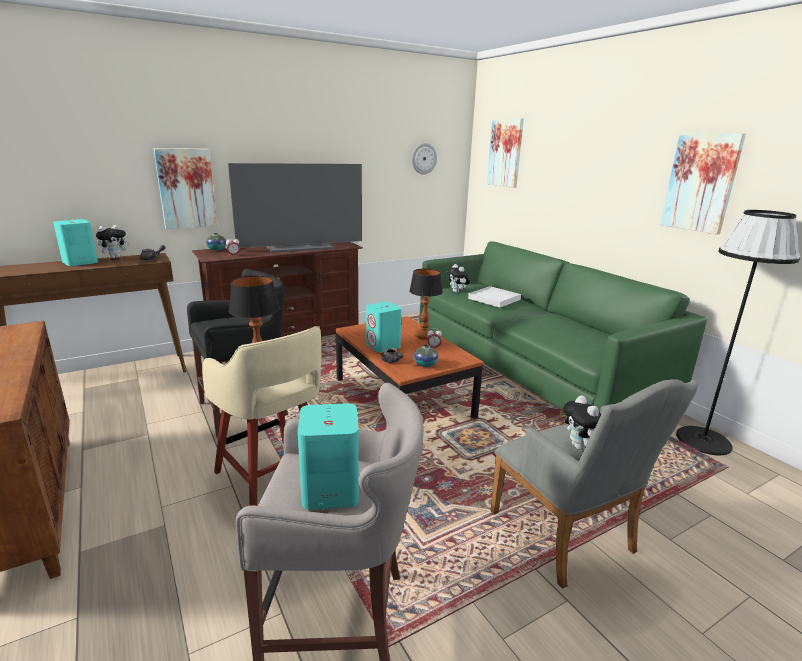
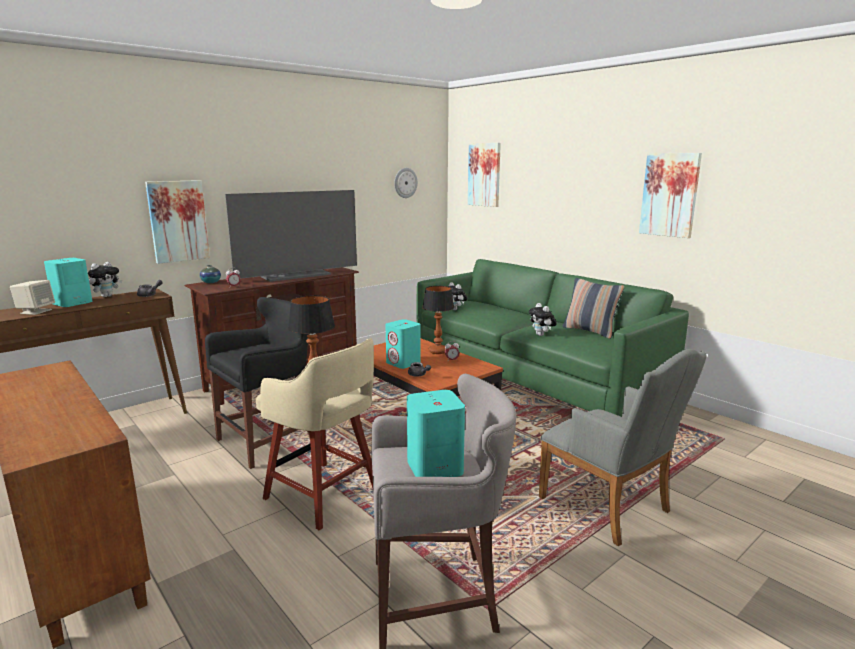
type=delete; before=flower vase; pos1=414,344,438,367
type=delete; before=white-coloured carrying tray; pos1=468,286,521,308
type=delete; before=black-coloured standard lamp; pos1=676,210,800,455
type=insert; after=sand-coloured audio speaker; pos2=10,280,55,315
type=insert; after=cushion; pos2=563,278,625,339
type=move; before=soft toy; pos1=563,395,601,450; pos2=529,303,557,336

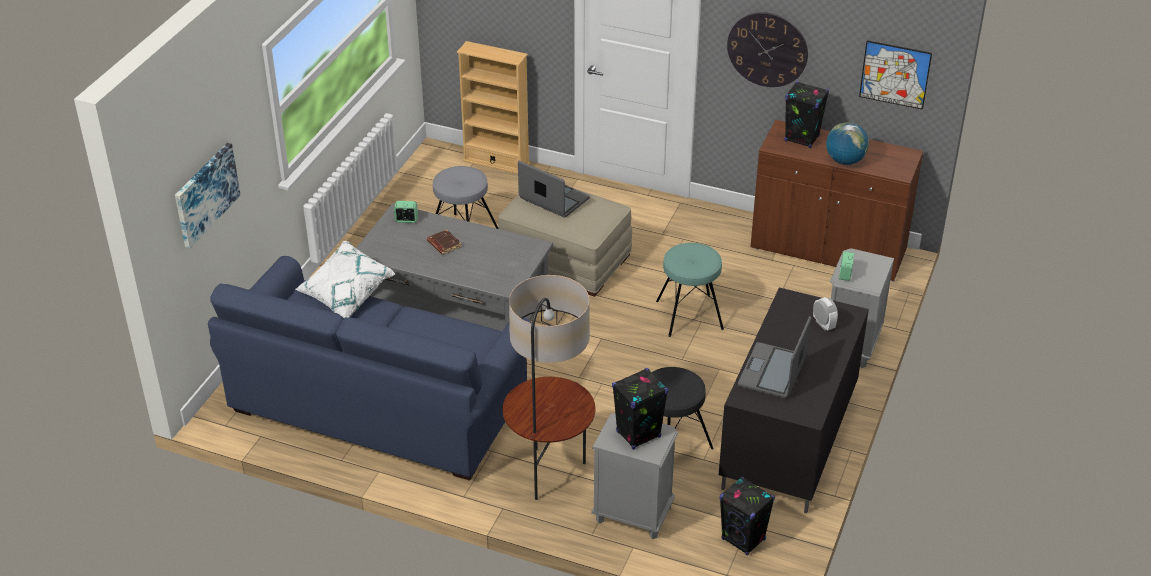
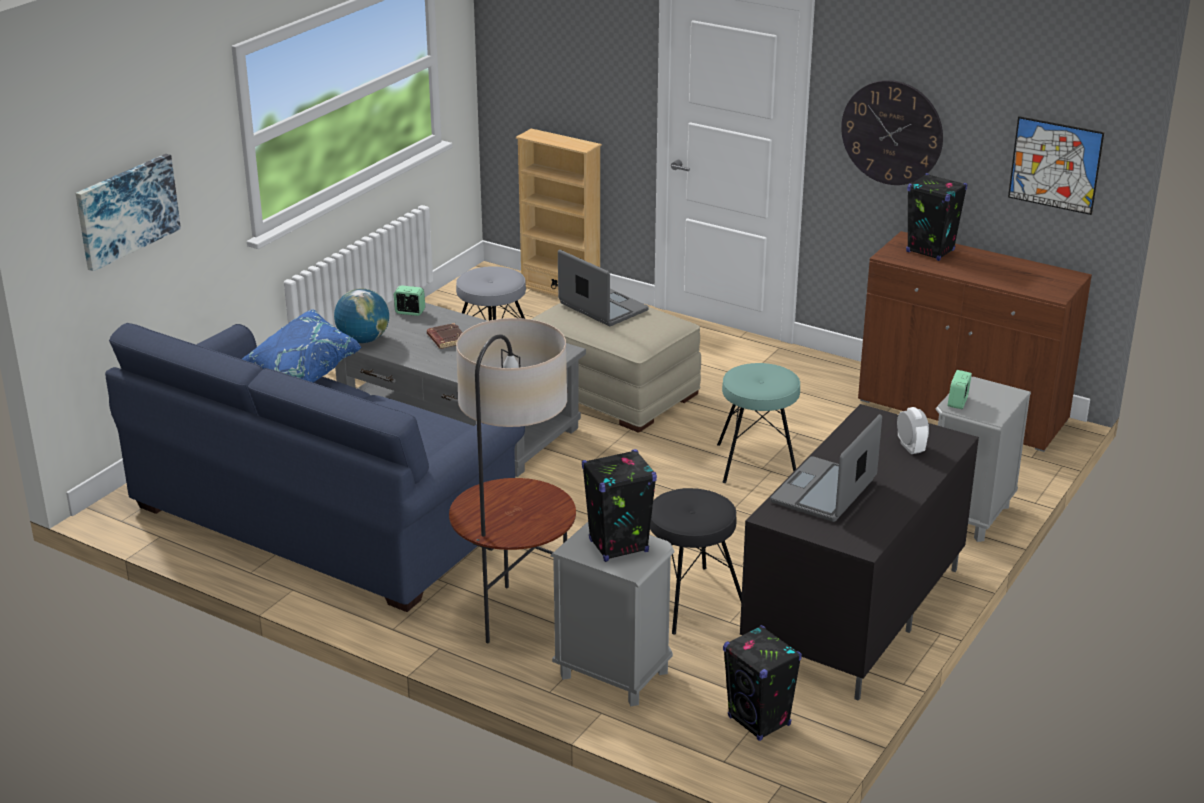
type=move; before=globe; pos1=826,122,869,165; pos2=334,288,389,343
type=recolor; before=white-coloured cushion; after=blue cushion; pos1=296,241,395,318; pos2=242,309,362,383

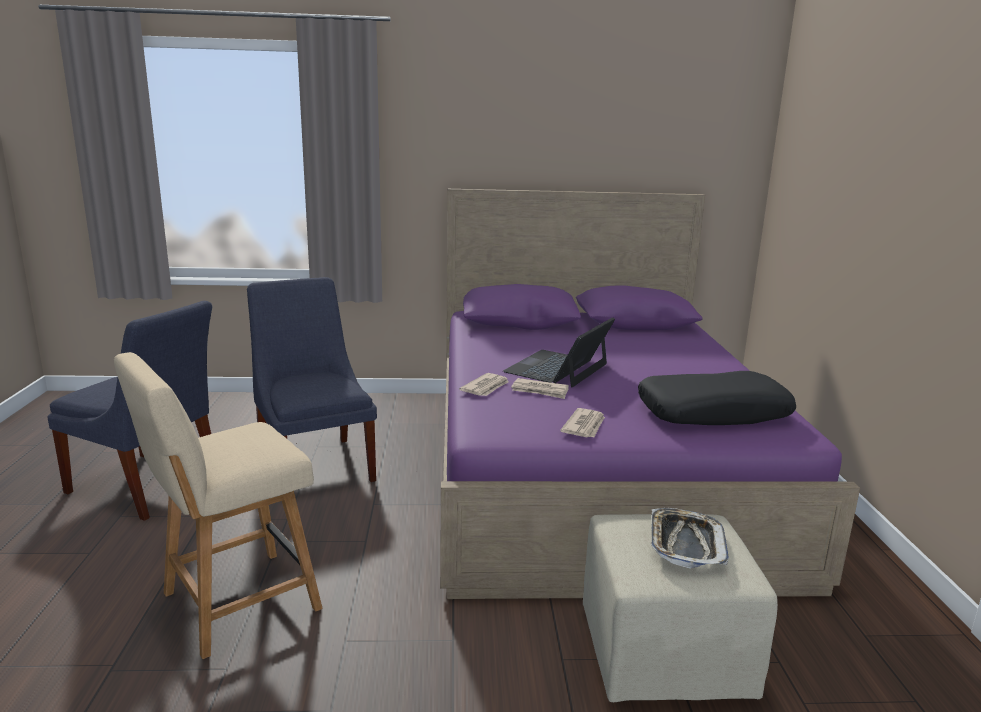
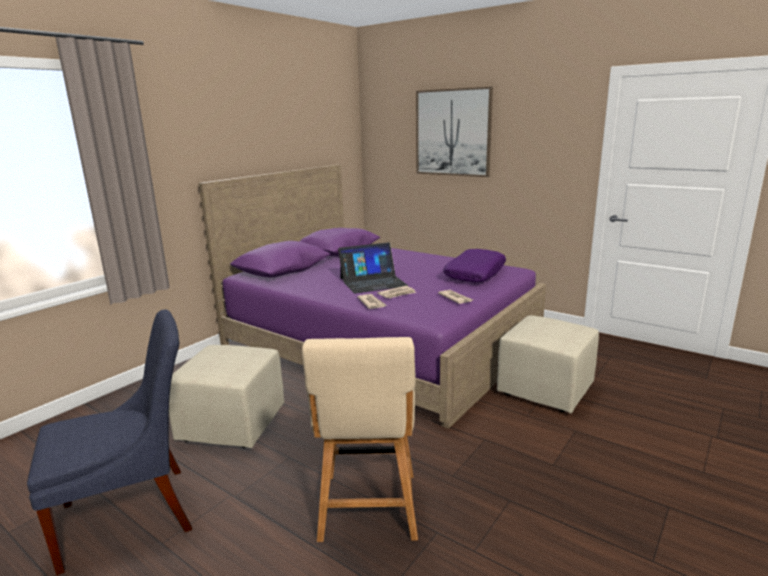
type=delete; before=carrying tray; pos1=651,508,729,569
type=insert; after=picture; pos2=416,87,493,177
type=replace; before=blue chair; after=sand-coloured footrest; pos1=247,277,377,482; pos2=169,345,284,448
type=recolor; before=black-coloured cushion; after=purple-coloured cushion; pos1=638,371,796,425; pos2=443,249,506,282
type=rotate; before=laptop; pos1=503,317,615,387; pos2=338,242,408,293; turn=-90

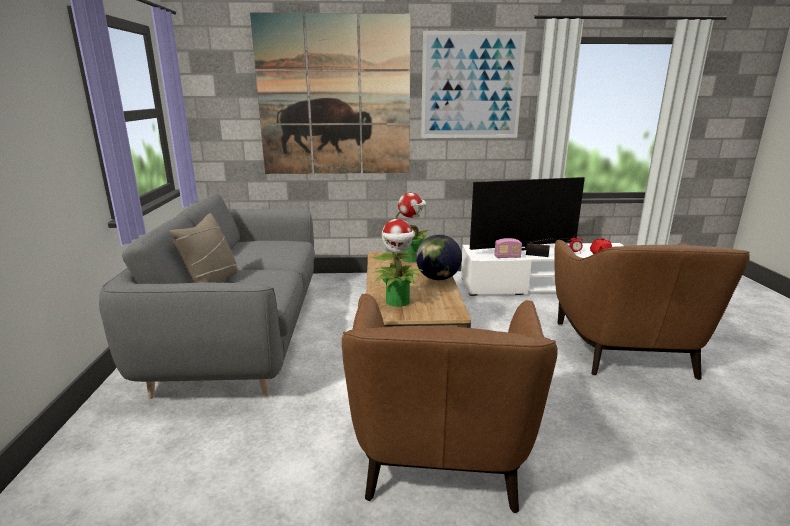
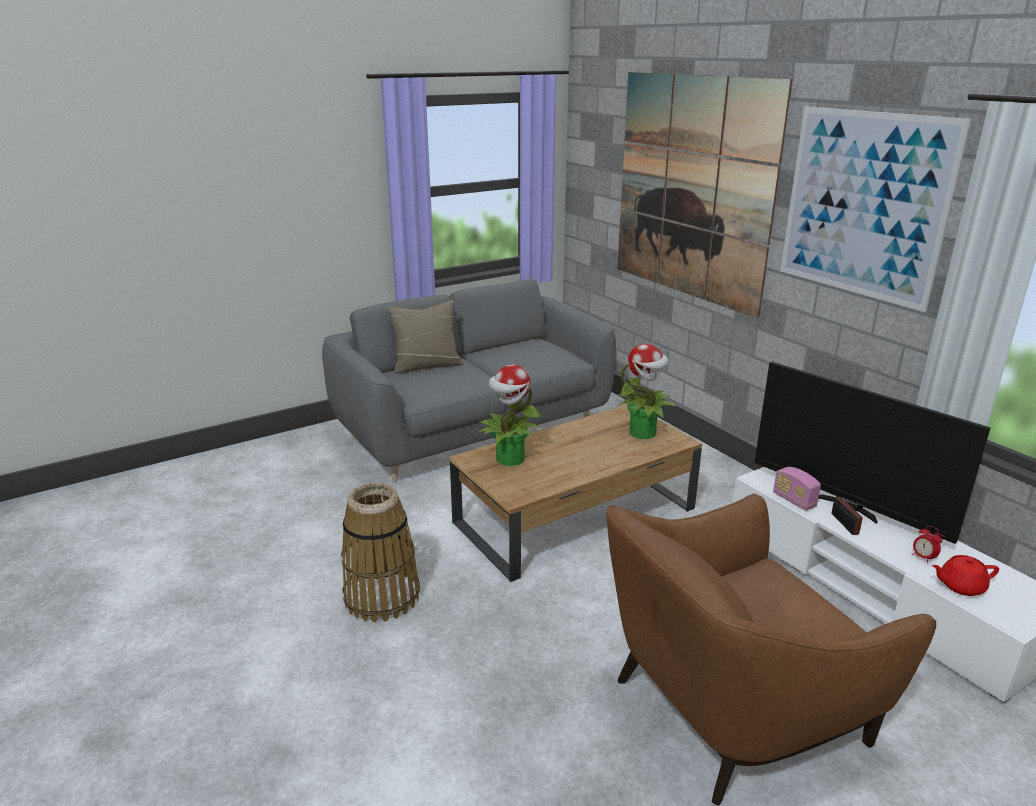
type=delete; before=globe; pos1=416,234,462,280
type=replace; before=brown lounge chair; after=household basket; pos1=342,294,558,513; pos2=341,483,420,622

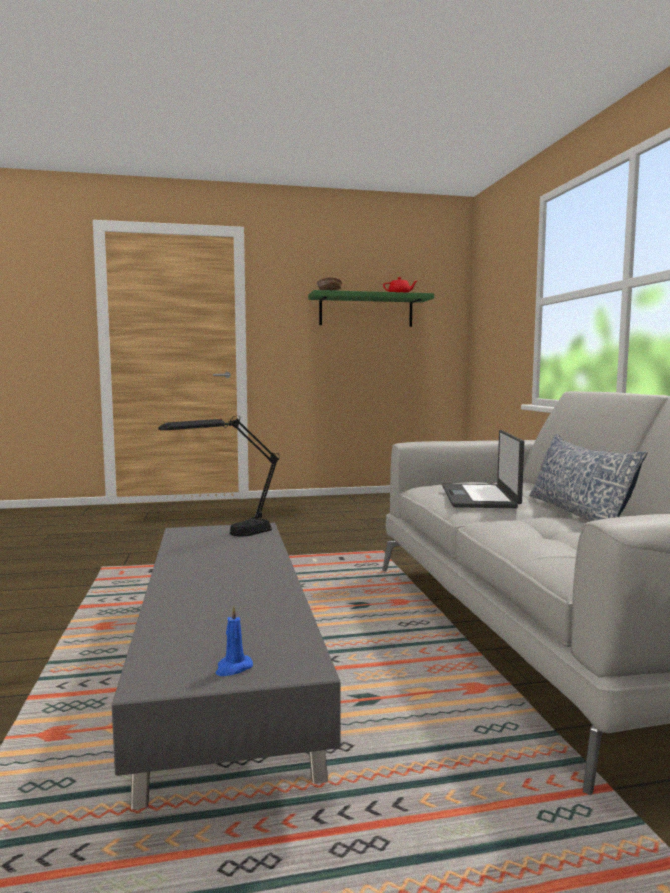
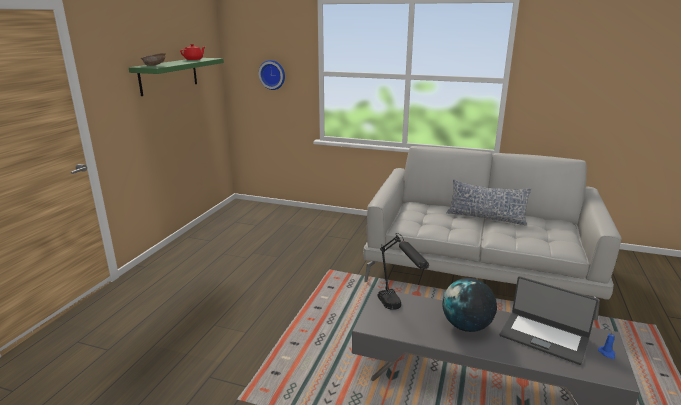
type=insert; after=hanging clock; pos2=259,60,285,90
type=insert; after=globe; pos2=443,278,497,332
type=move; before=laptop; pos1=442,430,524,508; pos2=500,276,598,365

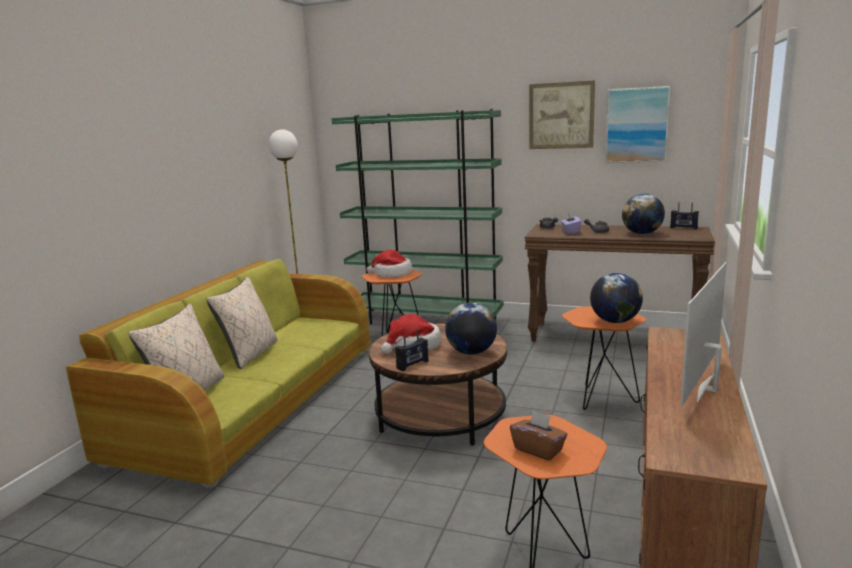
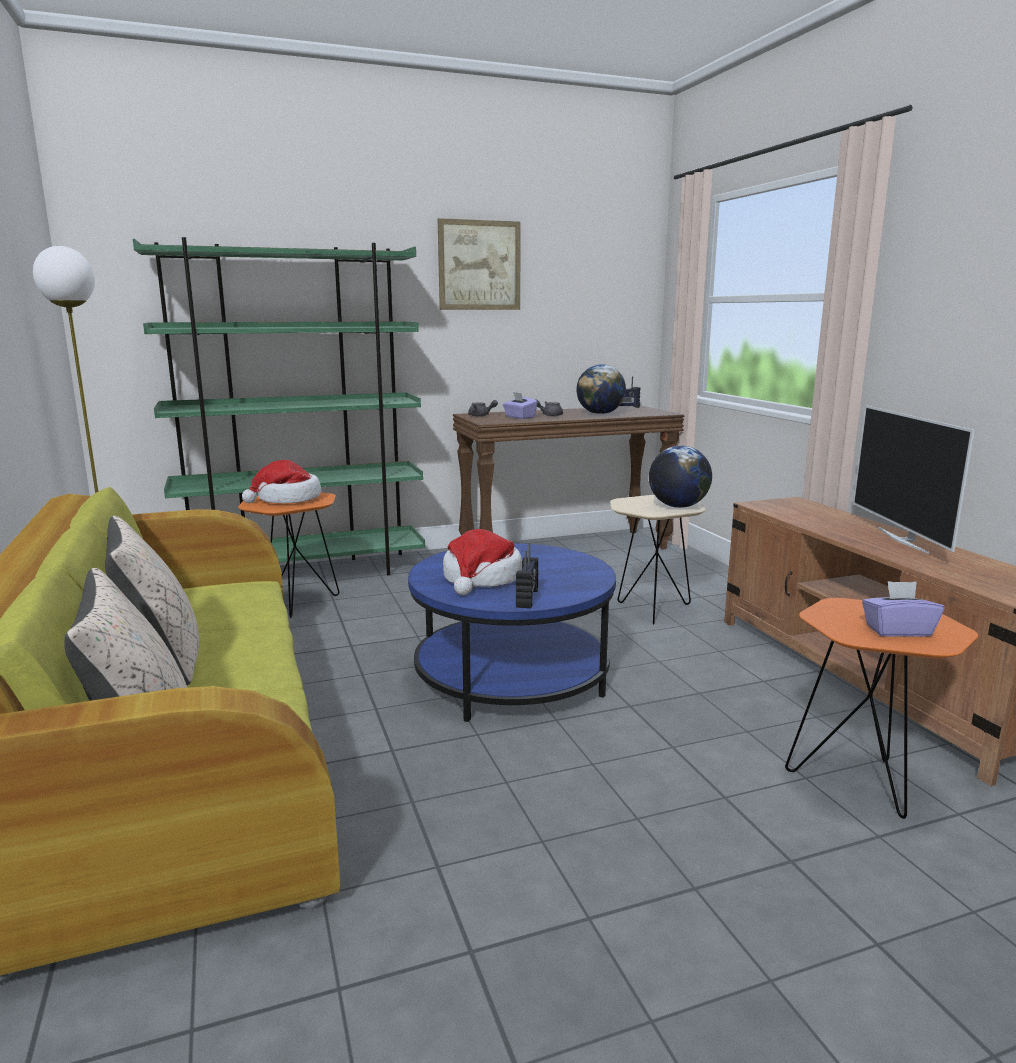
type=delete; before=globe; pos1=445,303,497,355
type=delete; before=picture; pos1=605,86,670,163
type=recolor; before=brown coffee table; after=blue coffee table; pos1=369,323,507,446; pos2=408,543,616,722
type=recolor; before=brown tissue holder; after=purple-coloured tissue holder; pos1=510,410,567,461; pos2=862,581,944,637
type=recolor; before=orange-coloured accent table; after=sand-coloured accent table; pos1=562,306,646,410; pos2=610,495,706,625

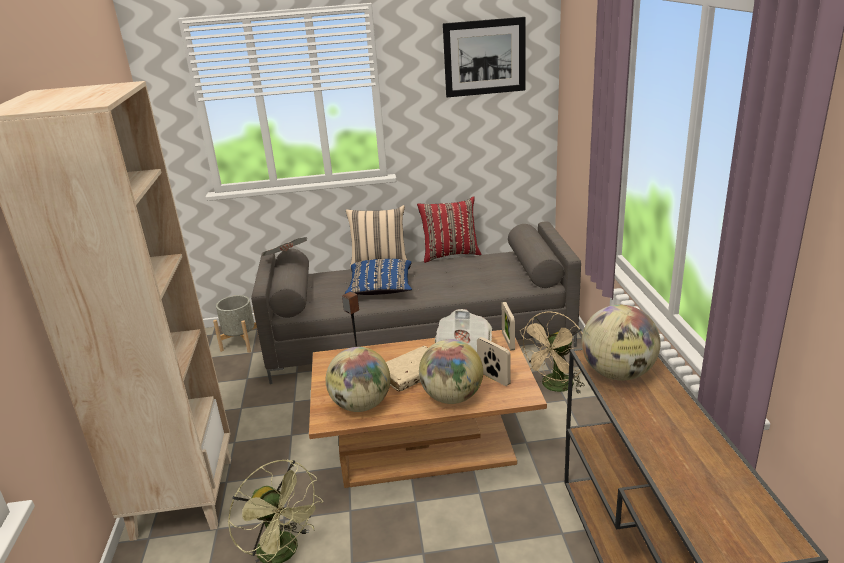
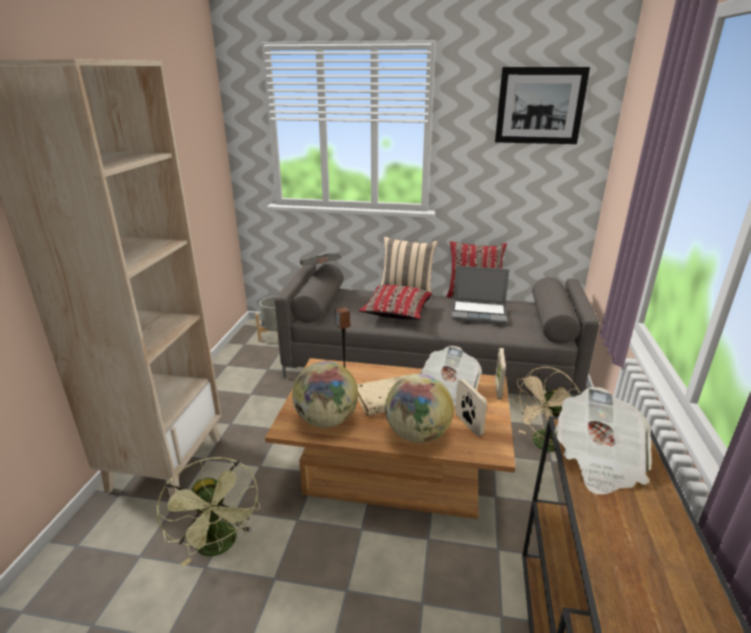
type=insert; after=laptop; pos2=452,266,510,324
type=replace; before=globe; after=printed paper; pos1=582,305,660,381; pos2=555,387,652,495
type=recolor; before=blue cushion; after=red-coloured cushion; pos1=345,259,412,295; pos2=359,285,432,319

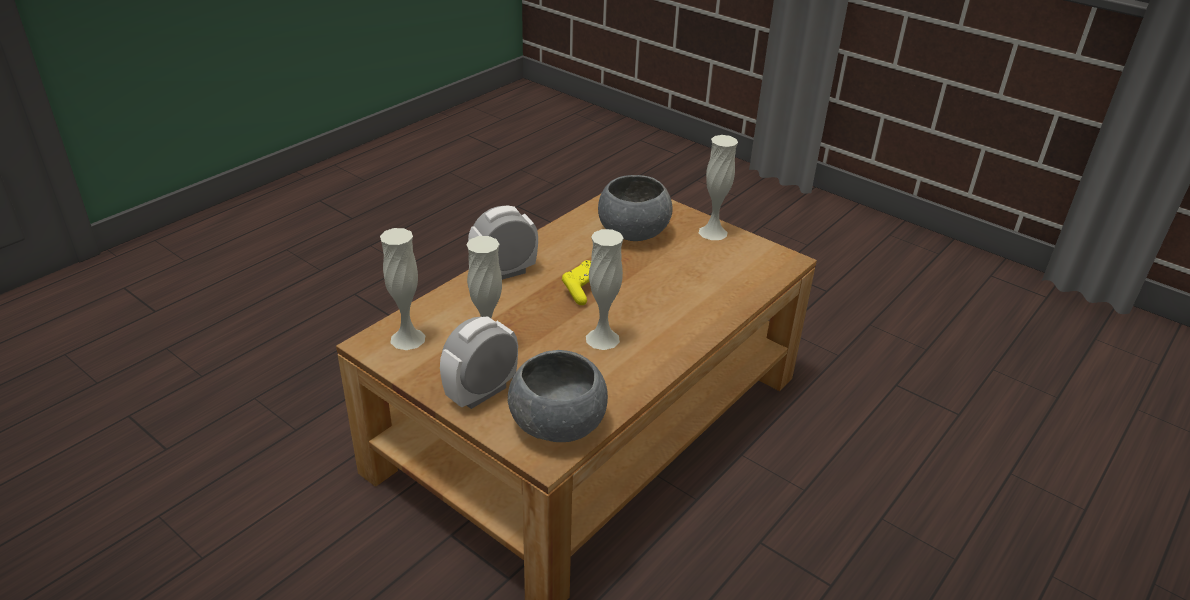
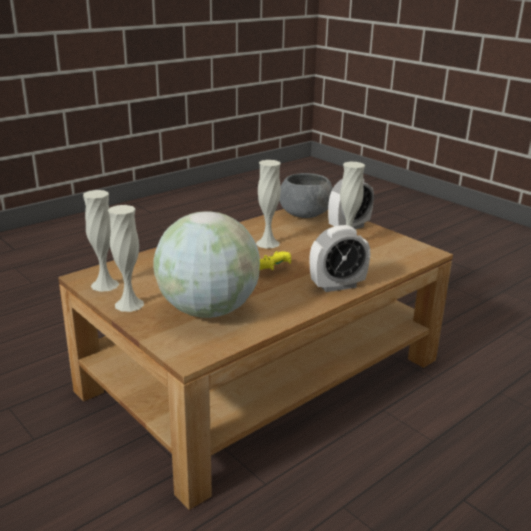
type=move; before=white-coloured flower vase; pos1=380,228,425,350; pos2=83,190,119,292
type=replace; before=gray serving bowl; after=globe; pos1=598,175,673,241; pos2=153,211,260,318

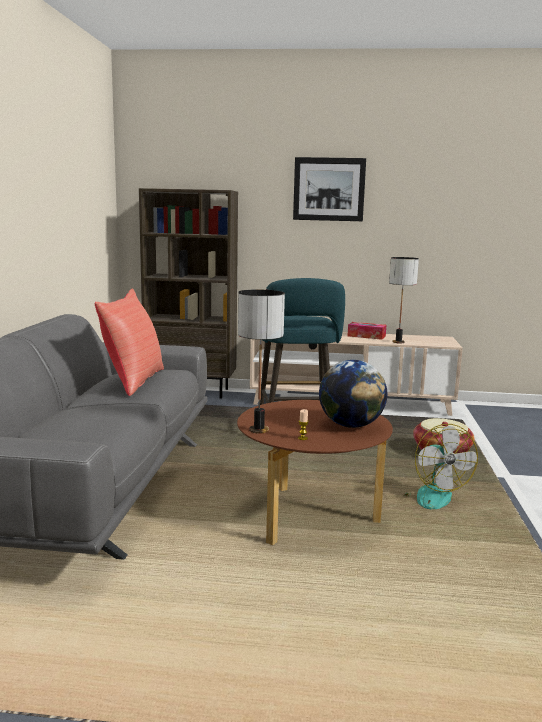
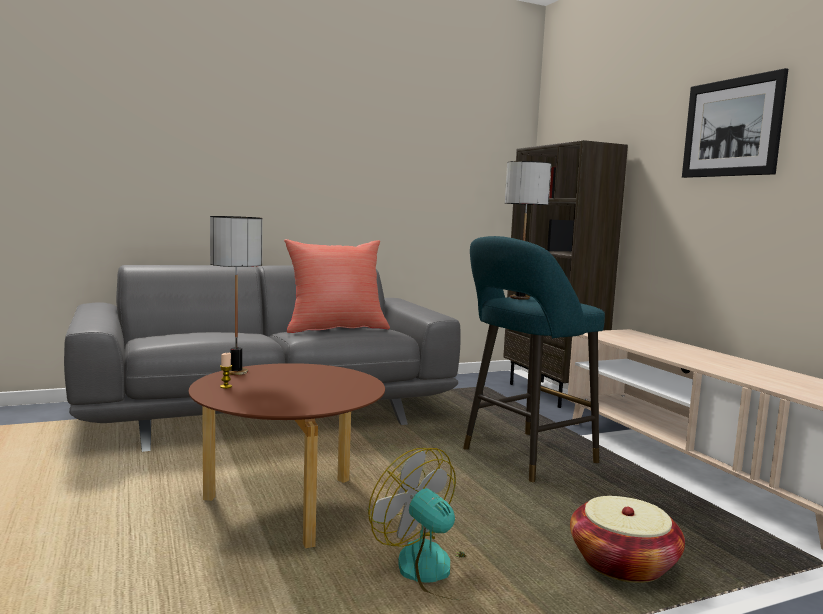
type=delete; before=globe; pos1=319,360,387,428
type=delete; before=tissue holder; pos1=348,322,386,340
type=move; before=table lamp; pos1=389,257,419,344; pos2=505,161,551,300
type=rotate; before=cooling fan; pos1=403,424,478,509; pos2=368,448,469,600; turn=90

